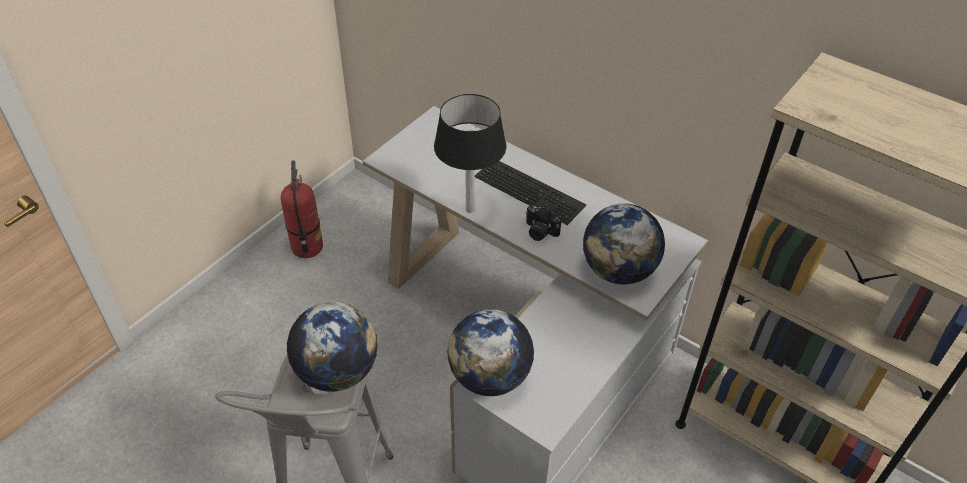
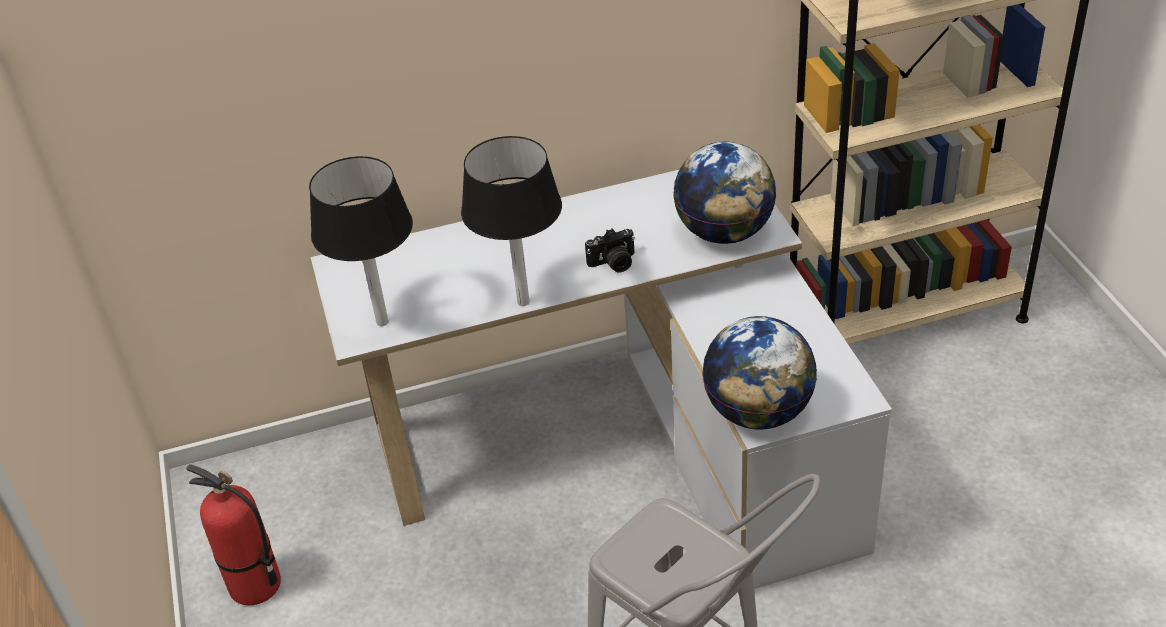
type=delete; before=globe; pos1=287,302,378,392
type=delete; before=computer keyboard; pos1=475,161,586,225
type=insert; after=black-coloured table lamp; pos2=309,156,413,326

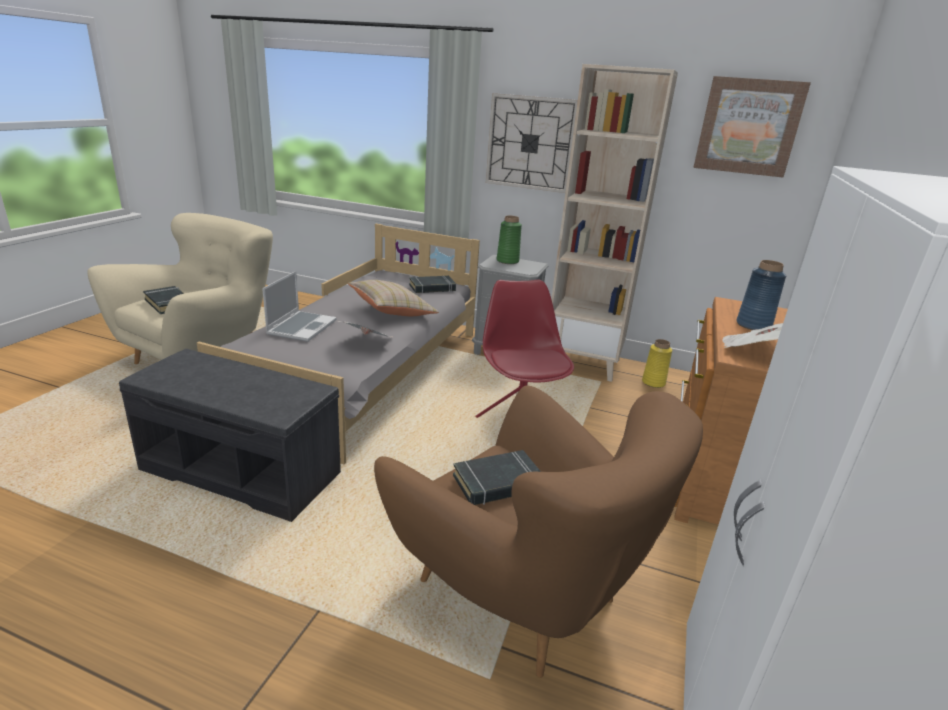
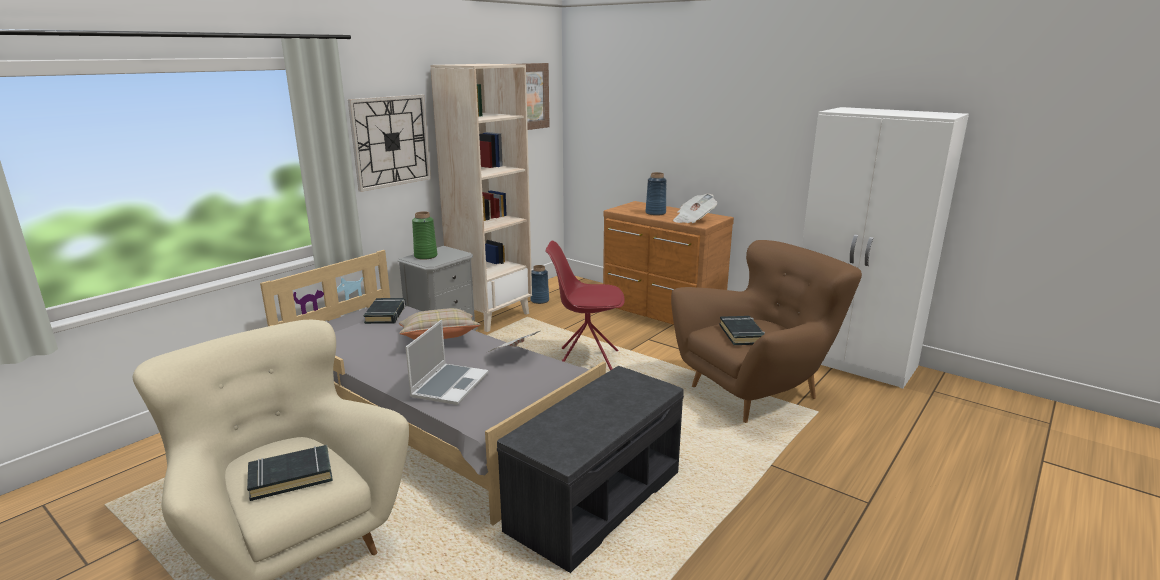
type=recolor; before=yellow-coloured flower vase; after=blue flower vase; pos1=642,339,672,388; pos2=531,265,549,304
type=rotate; before=laptop; pos1=262,271,337,342; pos2=405,320,488,405; turn=75

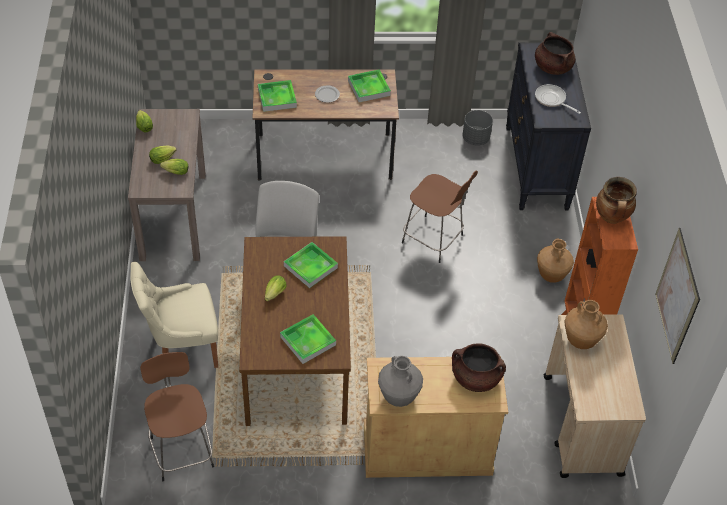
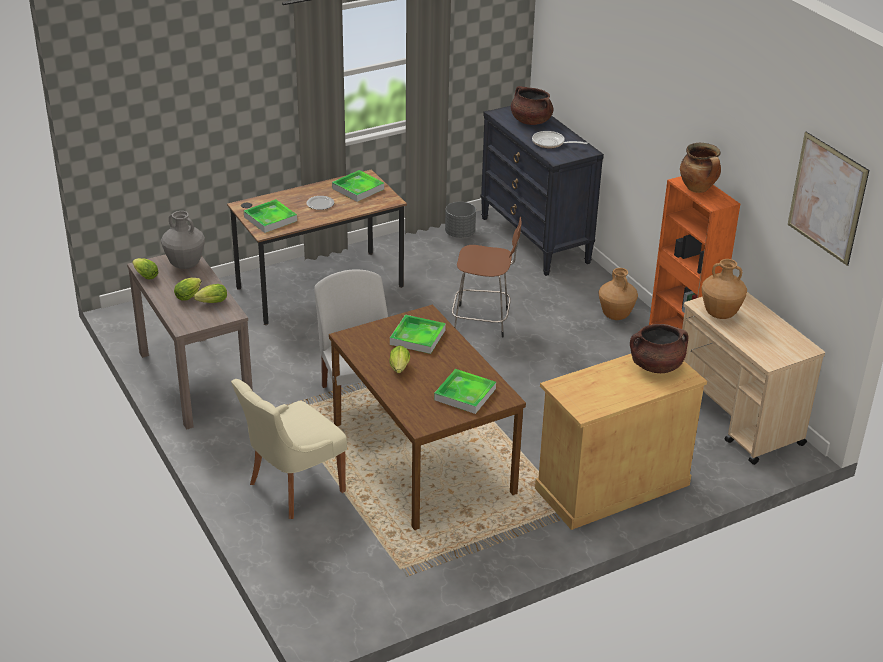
type=delete; before=brown stool seat; pos1=140,352,214,481
type=move; before=gray flower vase; pos1=378,356,423,407; pos2=161,211,205,269

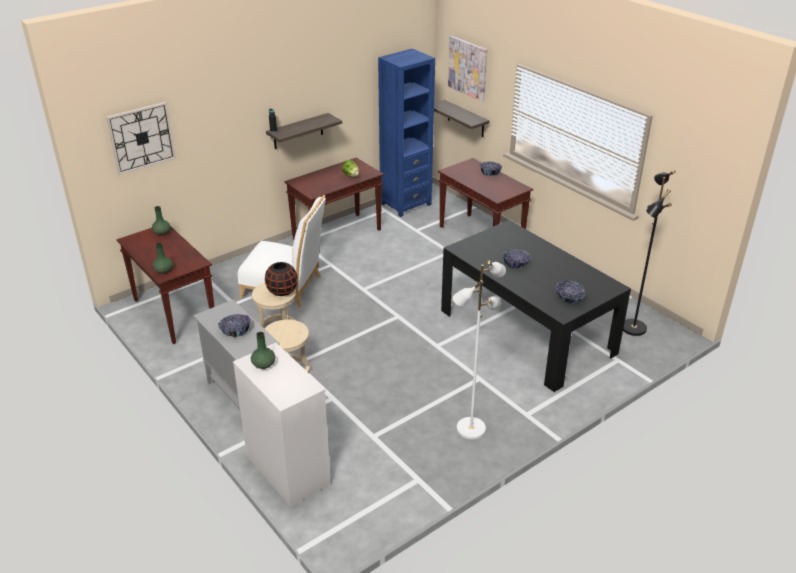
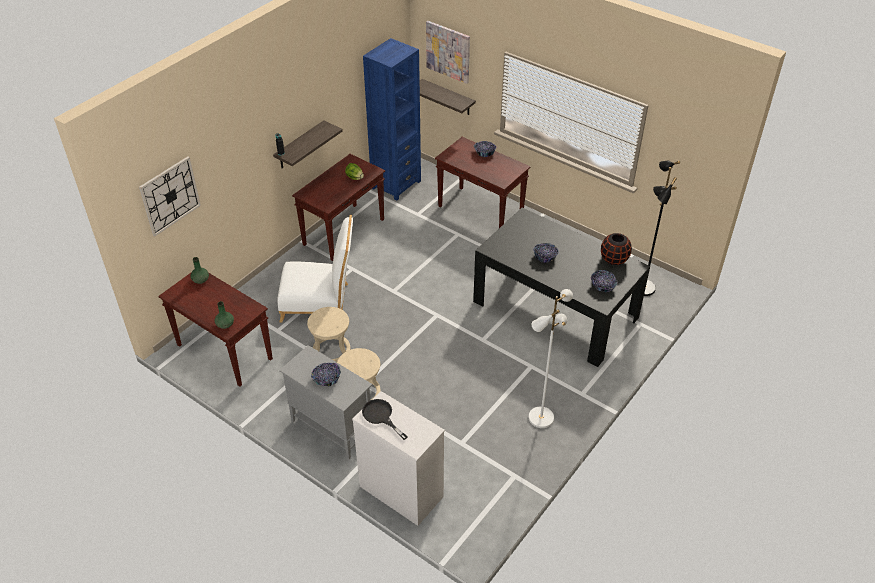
type=move; before=black-coloured flower vase; pos1=265,262,298,296; pos2=601,233,632,265
type=replace; before=green-coloured flower vase; after=black-coloured skillet; pos1=251,332,275,369; pos2=362,399,408,440

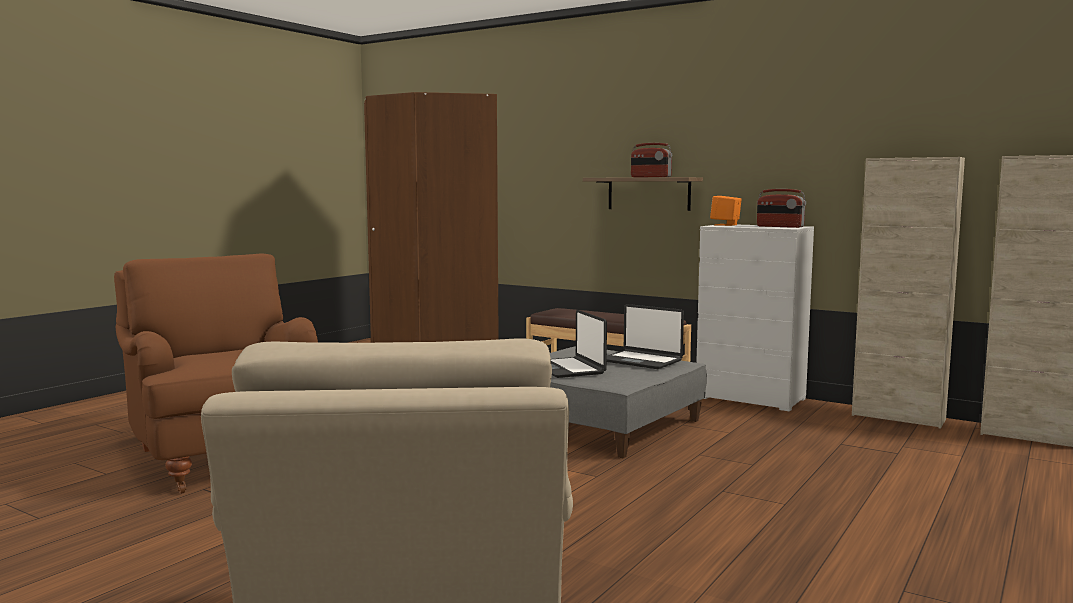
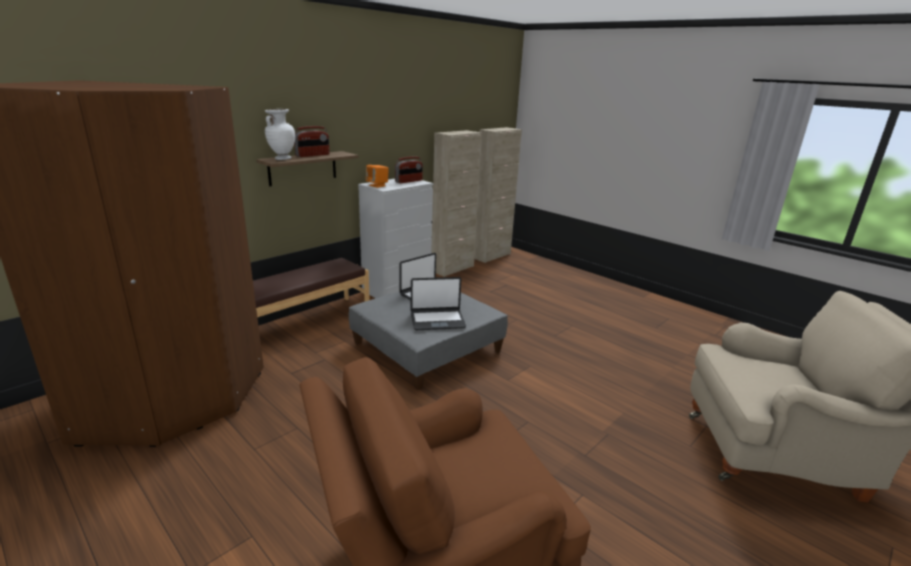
type=insert; after=white-coloured flower vase; pos2=265,109,295,160

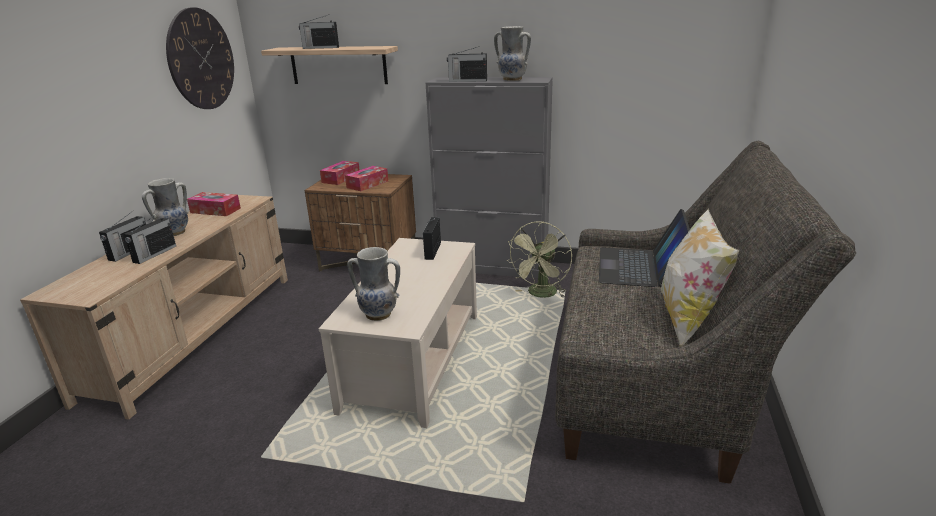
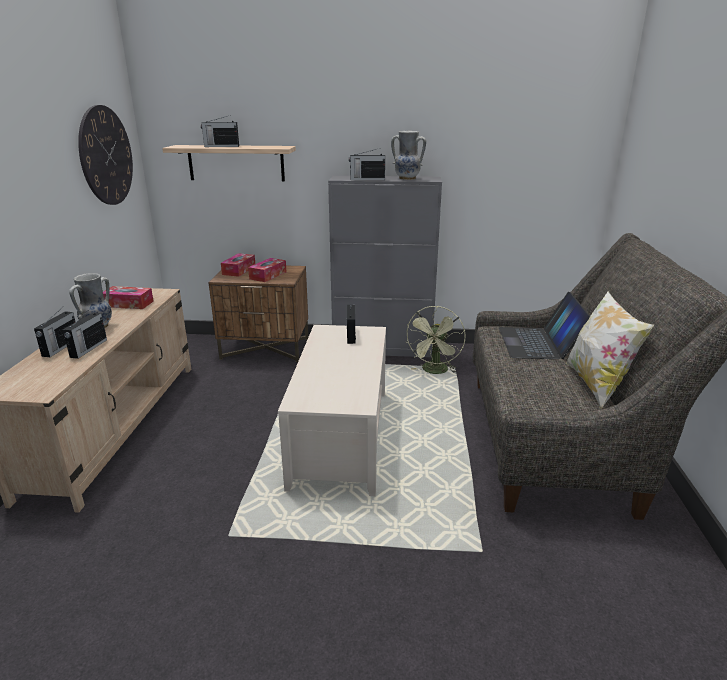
type=delete; before=flower vase; pos1=347,247,400,321

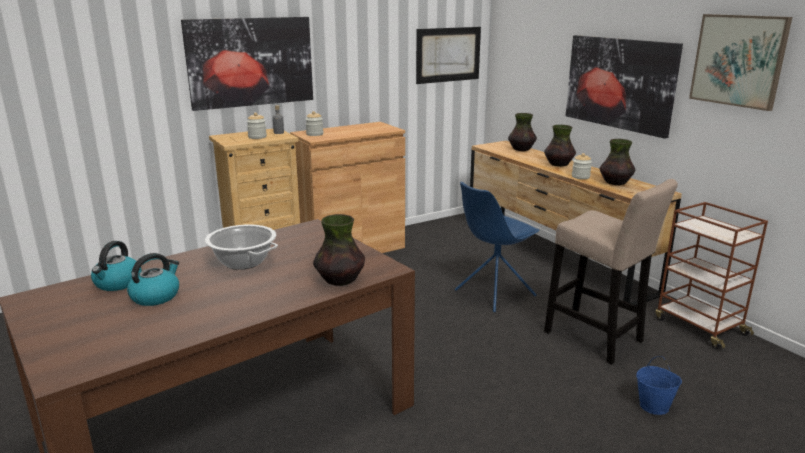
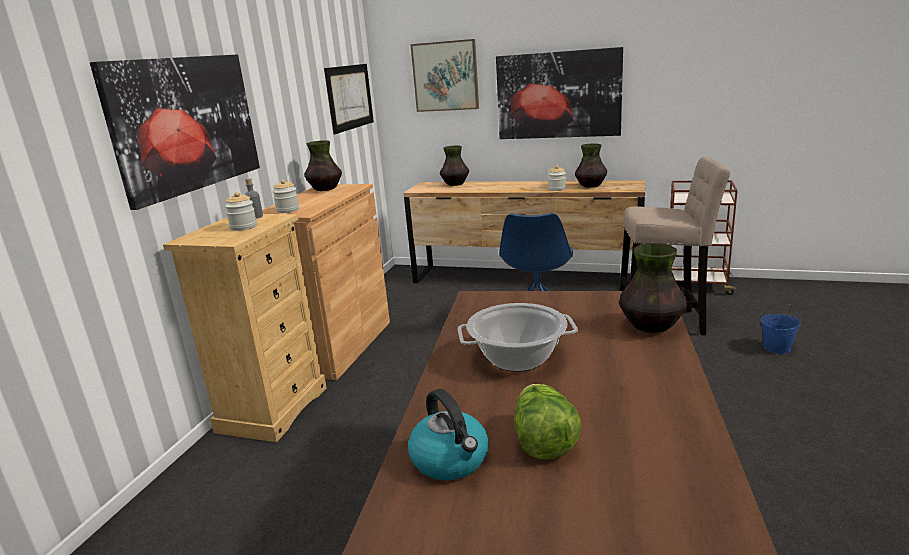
type=move; before=flower vase; pos1=544,125,576,167; pos2=304,140,342,191
type=move; before=picture; pos1=689,14,792,111; pos2=410,39,479,112
type=replace; before=water kettle; after=lettuce; pos1=127,253,179,306; pos2=514,384,581,460

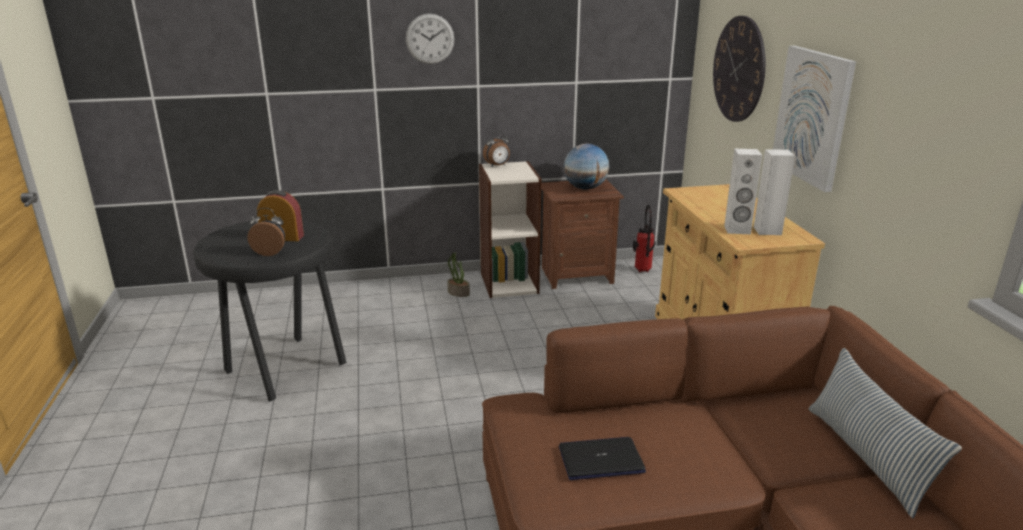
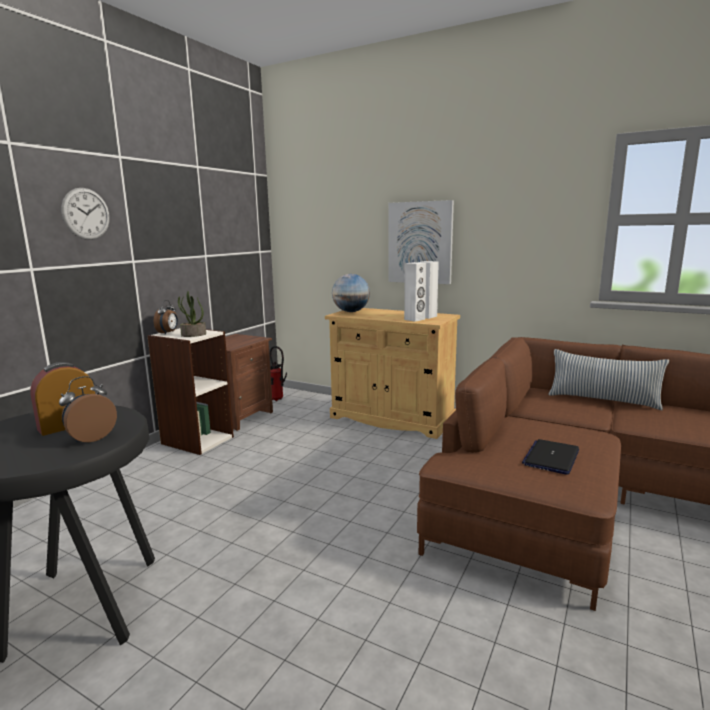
type=delete; before=hanging clock; pos1=713,16,766,122
type=move; before=plant in a pot; pos1=447,252,470,297; pos2=178,291,206,337
type=move; before=globe; pos1=563,144,609,190; pos2=332,274,370,312

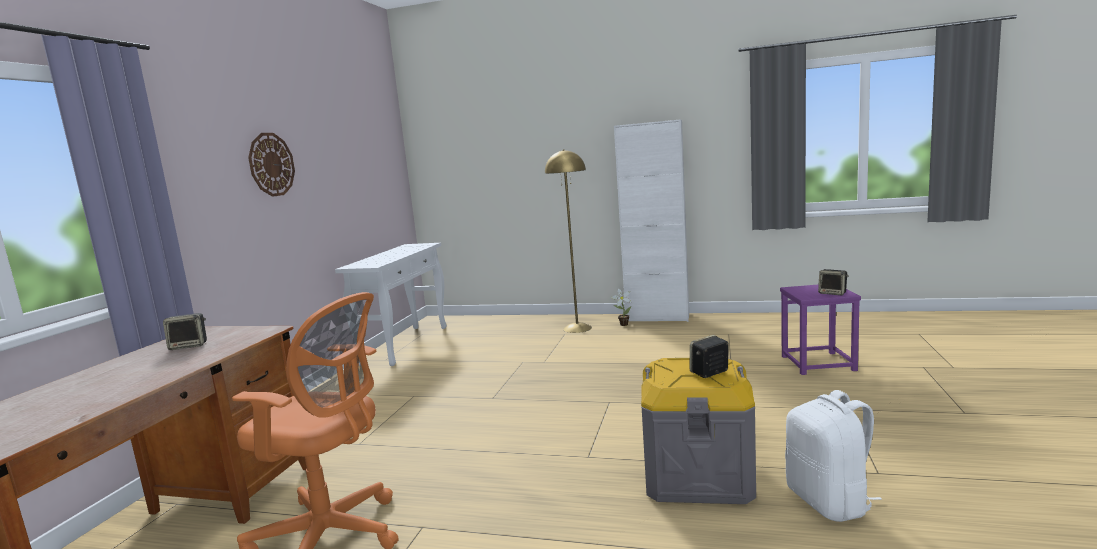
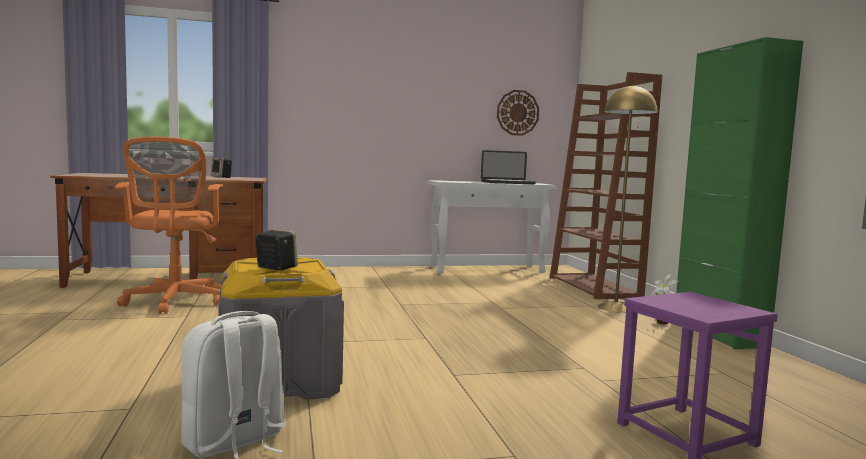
type=delete; before=audio speaker; pos1=818,269,849,295
type=insert; after=laptop; pos2=481,150,536,184
type=insert; after=brown bookshelf; pos2=550,72,662,299
type=move; before=hanging clock; pos1=248,133,295,197; pos2=497,90,539,136
type=recolor; before=white-coloured cupboard; after=green-coloured cupboard; pos1=614,119,689,322; pos2=676,37,803,349

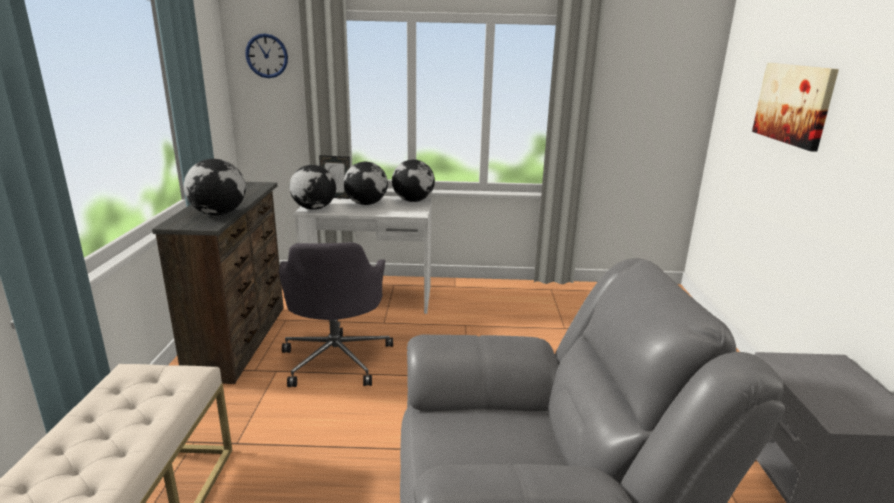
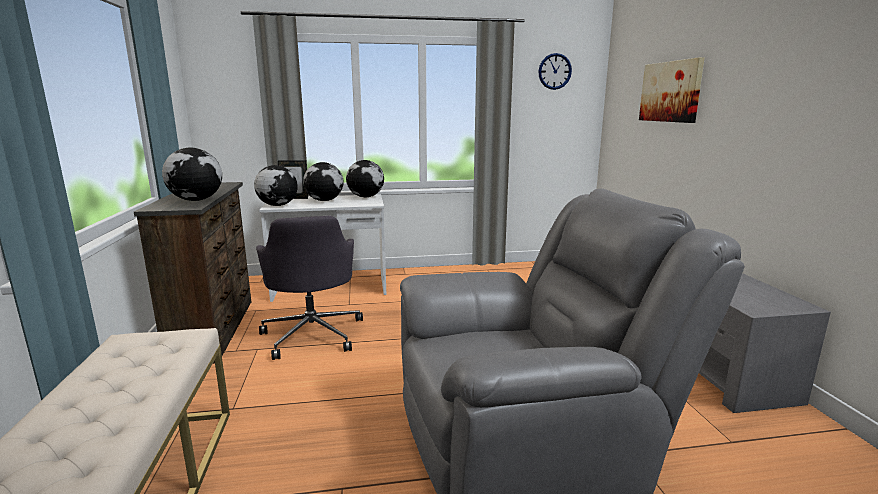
type=move; before=hanging clock; pos1=245,33,288,78; pos2=538,53,572,90

